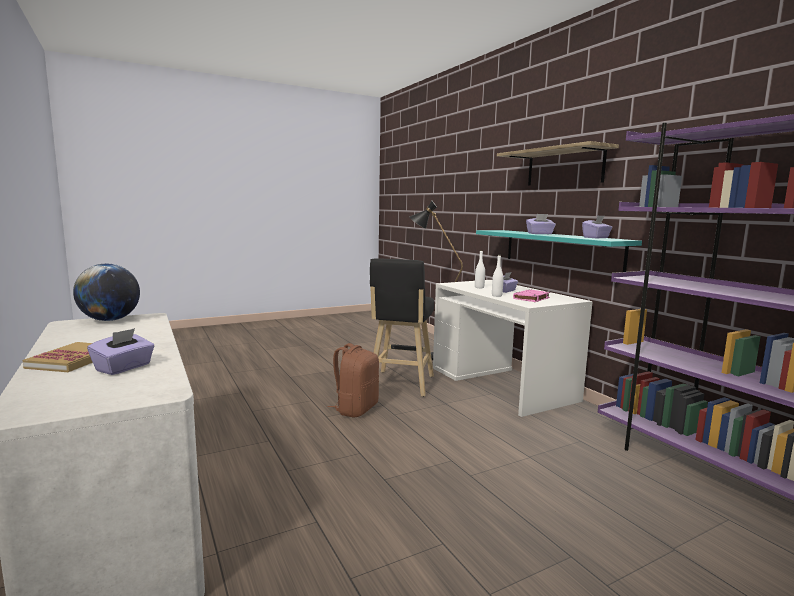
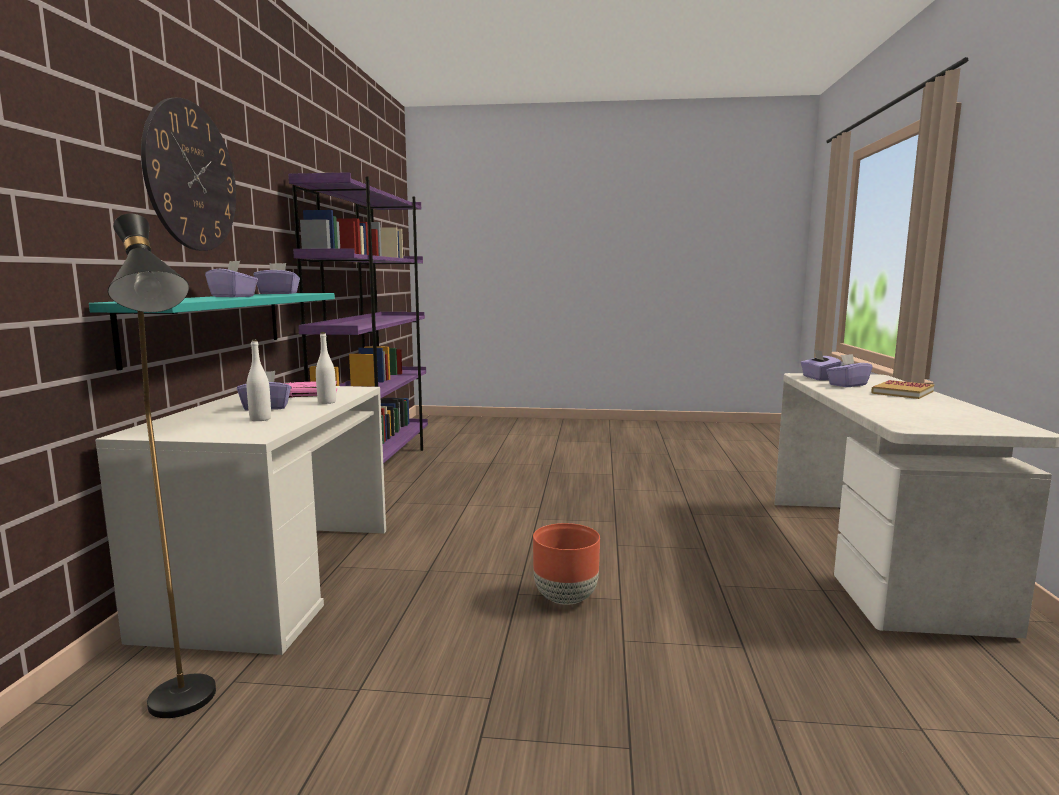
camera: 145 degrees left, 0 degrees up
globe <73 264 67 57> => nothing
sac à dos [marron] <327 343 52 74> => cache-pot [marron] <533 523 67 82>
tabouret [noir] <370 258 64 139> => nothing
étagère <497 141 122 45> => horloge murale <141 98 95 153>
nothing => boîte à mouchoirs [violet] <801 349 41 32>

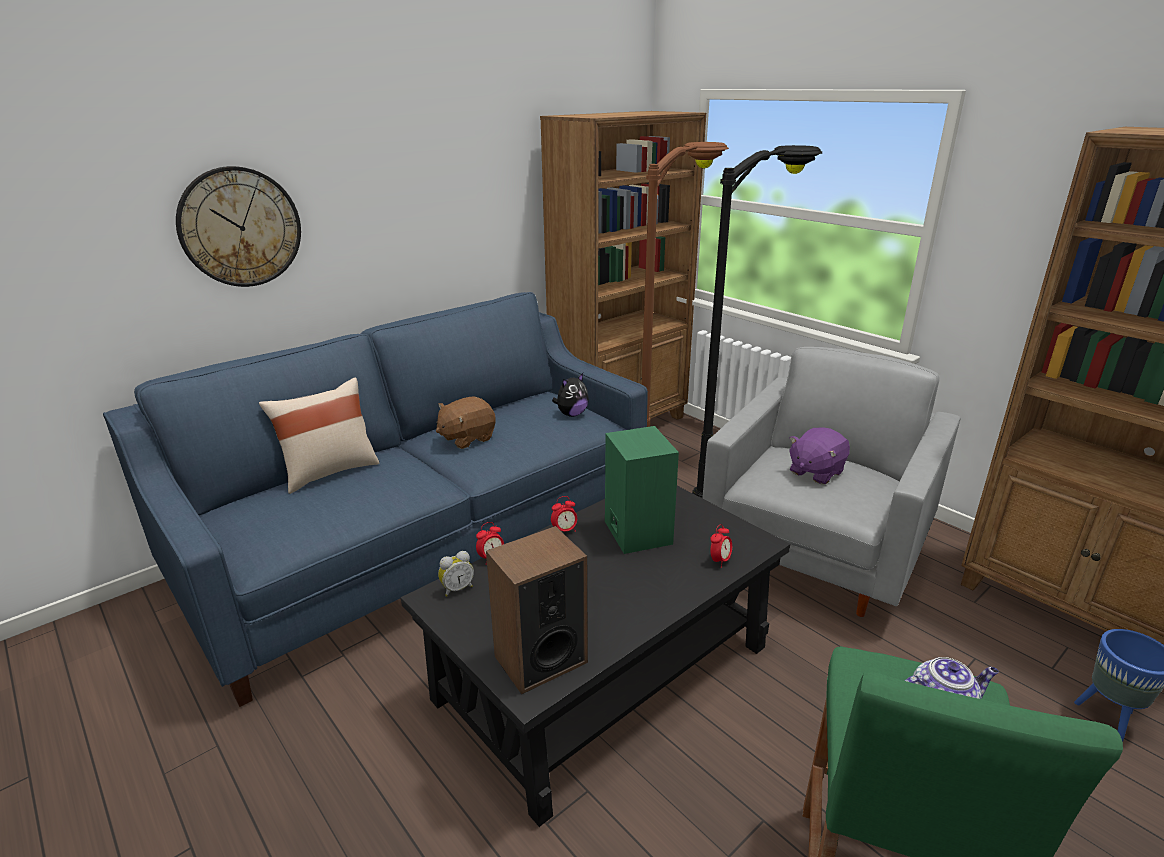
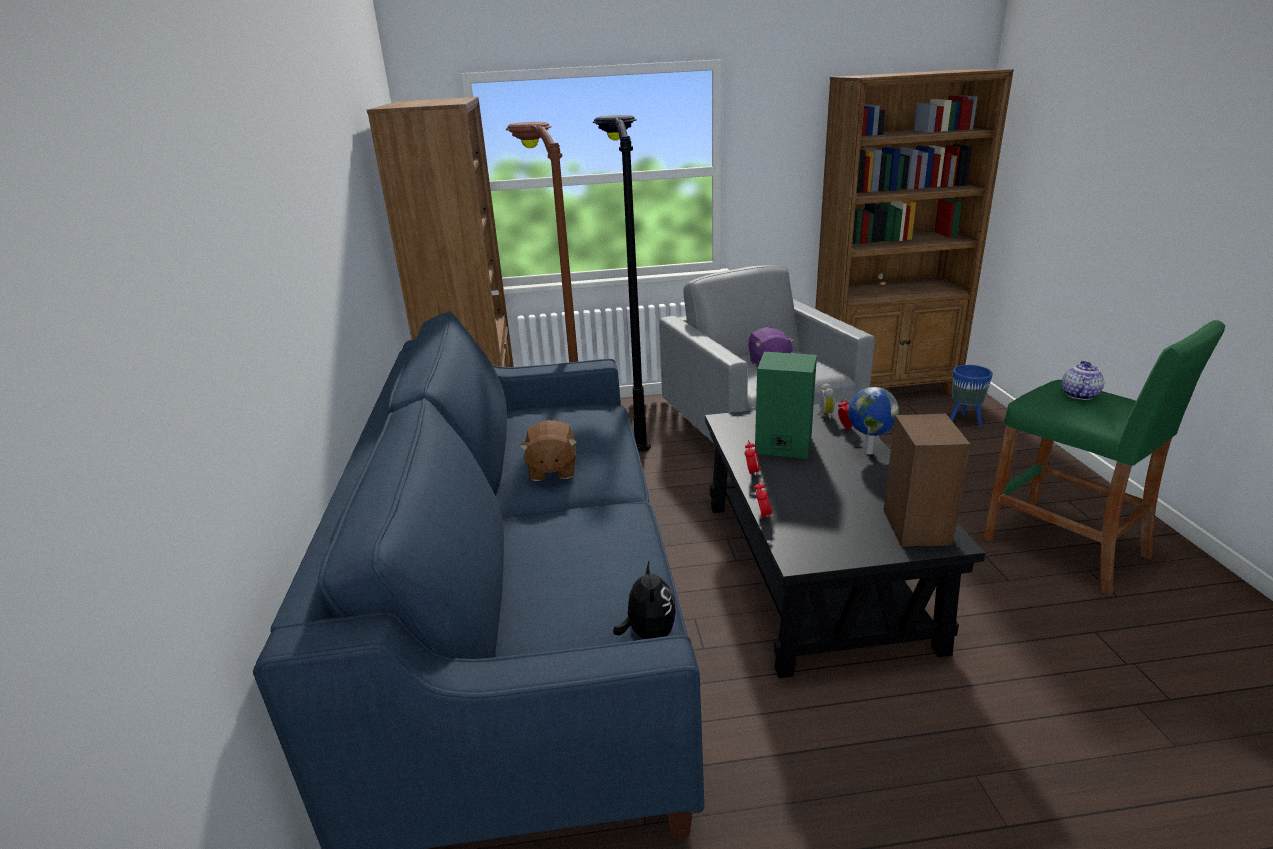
camera: 55 degrees left, 0 degrees up
horloge murale <176 166 125 121> => nothing
coussin [beige] <259 377 120 117> => nothing
réveil <438 551 36 46> => réveil <817 383 18 36>, relocated
peluche <552 373 37 44> => peluche <613 562 64 77>, relocated
nothing => globe <848 387 51 67>

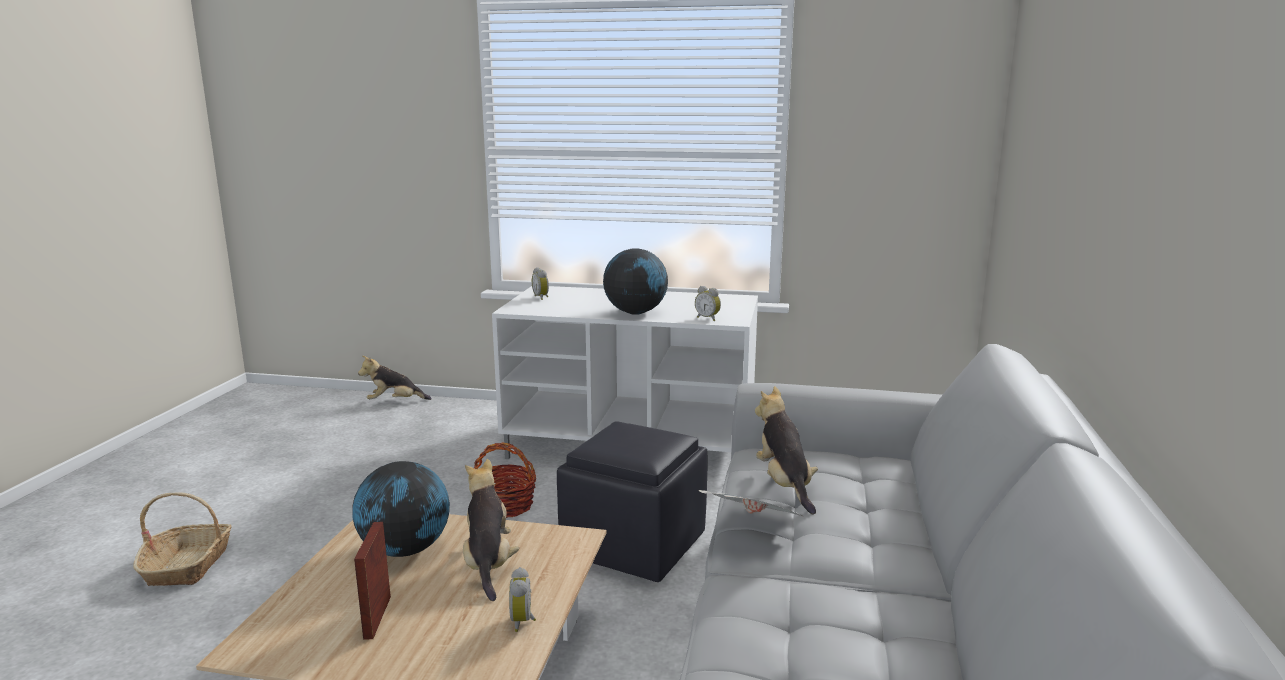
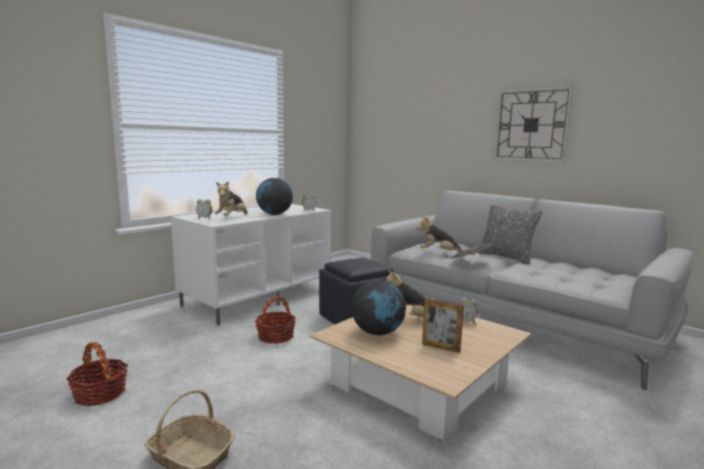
camera: 60 degrees left, 5 degrees down
peluche <358 356 74 44> => peluche <214 181 33 35>, relocated
nothing => panier <67 342 61 64>
nothing => coussin <478 204 64 60>
nothing => horloge murale <494 86 79 76>

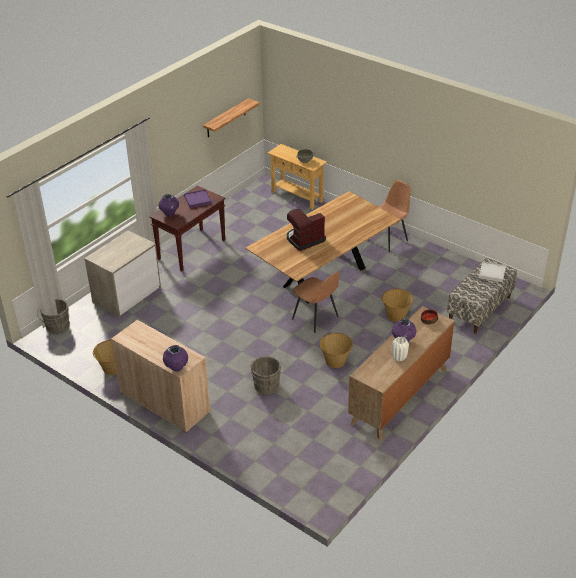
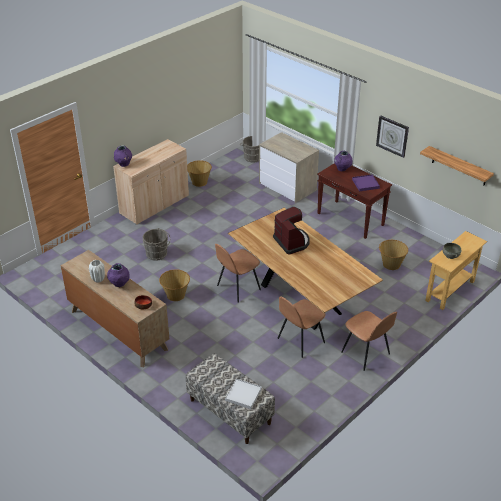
camera: 95 degrees right, 0 degrees up
panier <382 289 32 33> => panier <379 240 29 30>, relocated
nothing => chaise [marron] <277 296 49 62>
nothing => horloge murale <376 115 33 43>

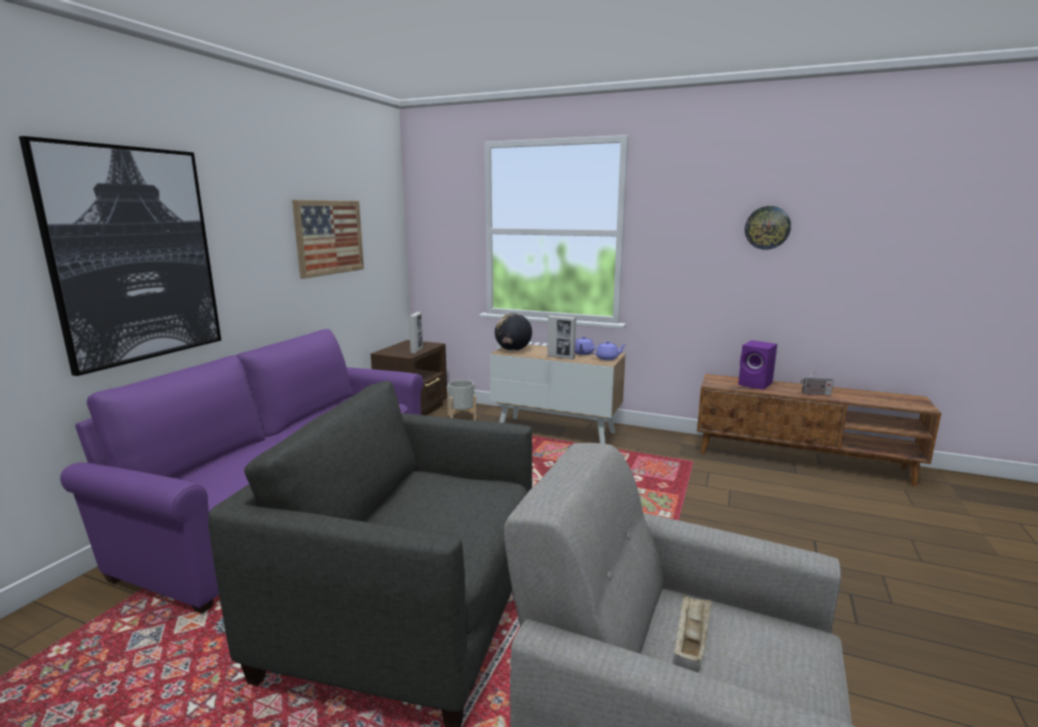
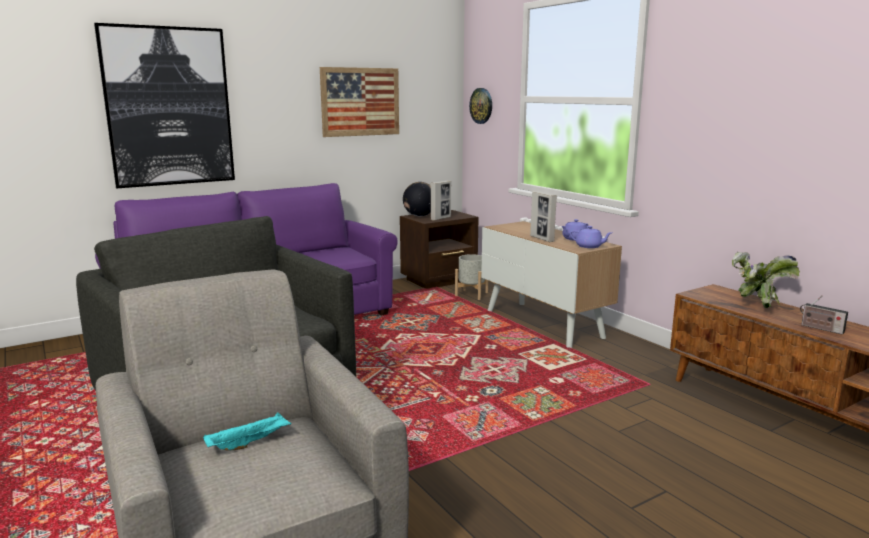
camera: 35 degrees right, 0 degrees up
globe <495 313 37 38> => globe <403 182 28 34>, relocated
plateau [beige] <674 595 38 68> => plateau [turquoise] <203 412 89 39>
enceinte [violet] <738 340 39 50> => plante en pot <732 252 68 56>
horloge murale <745 206 46 44> => horloge murale <469 88 23 36>, relocated

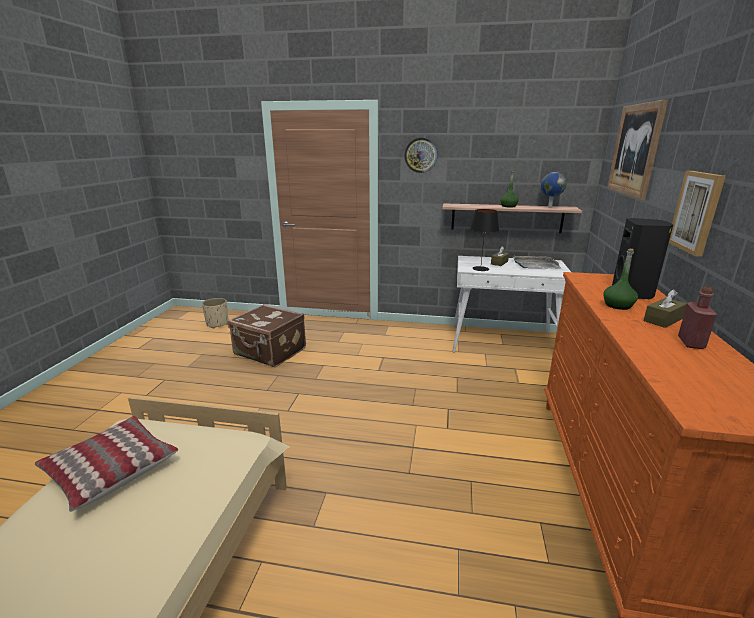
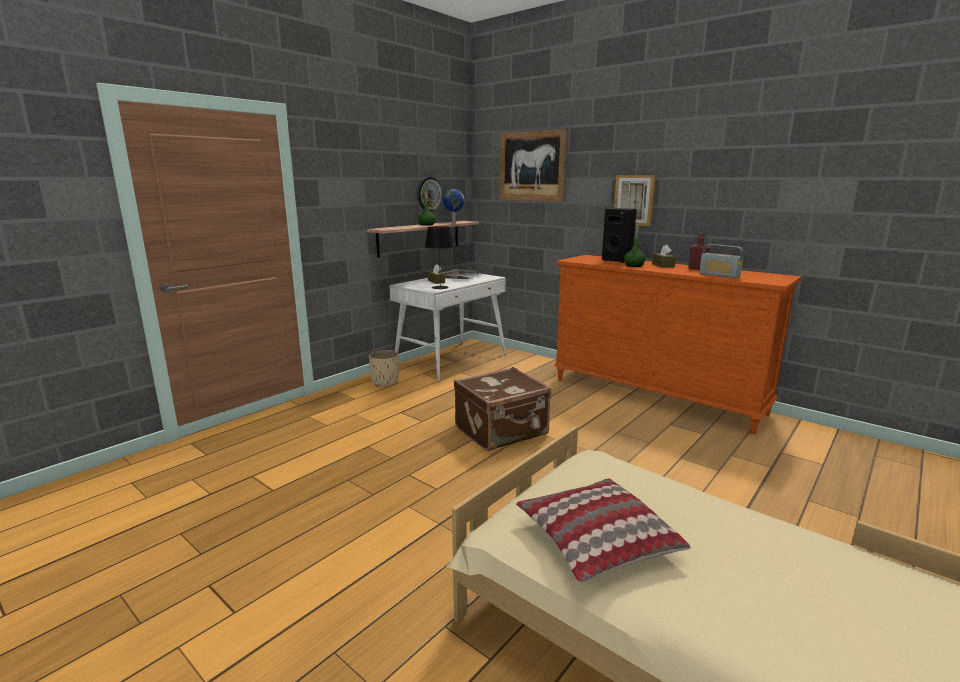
camera: 60 degrees left, 5 degrees down
cache-pot [beige] <202 298 26 30> => cache-pot [beige] <369 350 30 37>, relocated
valise [marron] <228 304 78 63> => valise [marron] <454 367 97 84>, relocated
horloge murale <404 138 34 35> => horloge murale <417 177 26 35>, relocated
nothing => radio <699 244 44 34>

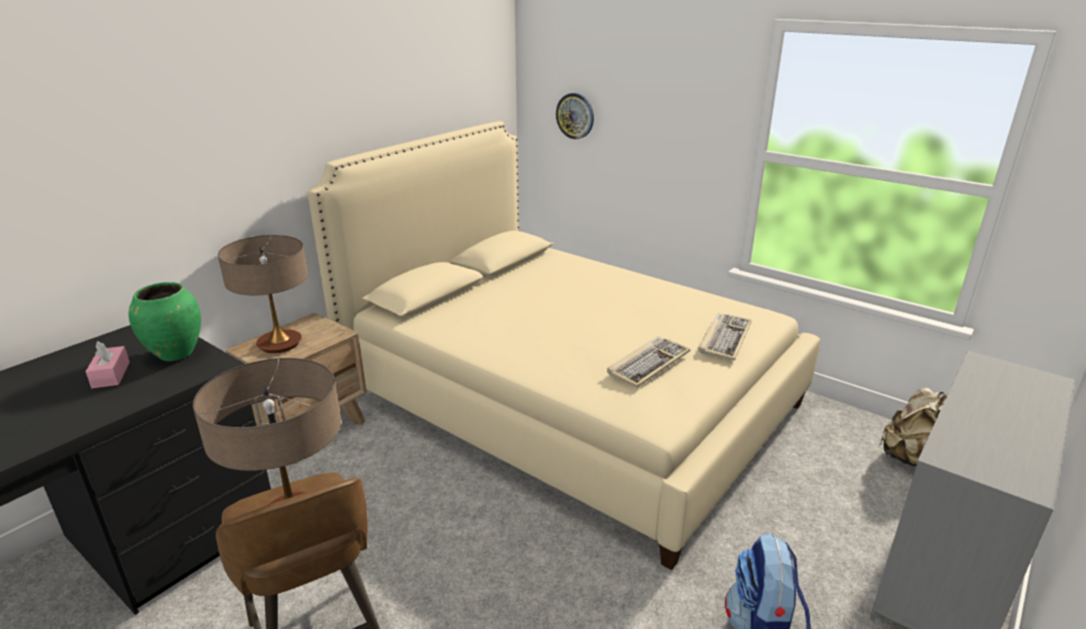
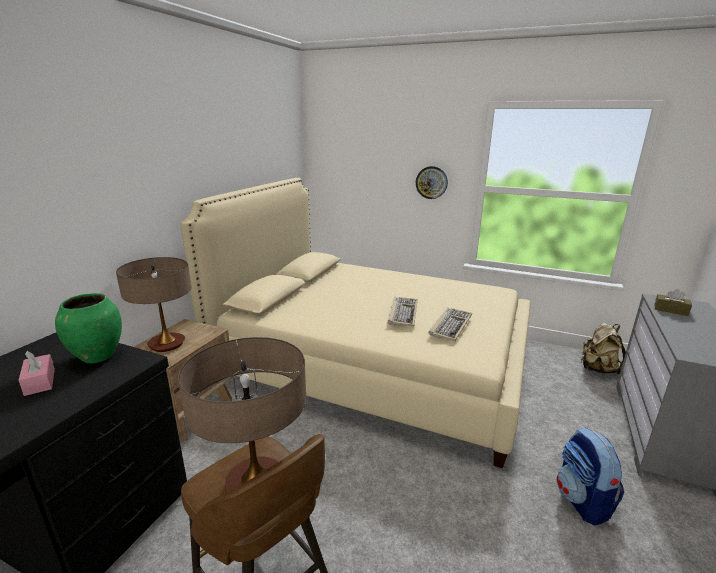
camera: 15 degrees left, 5 degrees down
horloge murale <556 93 38 46> => horloge murale <416 166 32 33>, relocated
clavier <698 313 54 47> => clavier <388 297 30 30>, relocated
nothing => boîte à mouchoirs [marron] <654 289 38 27>

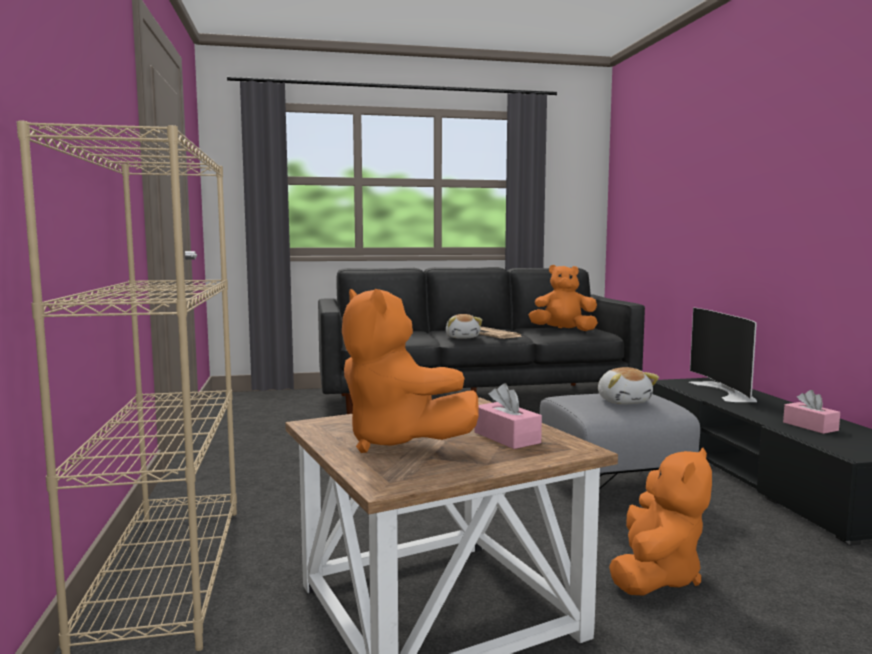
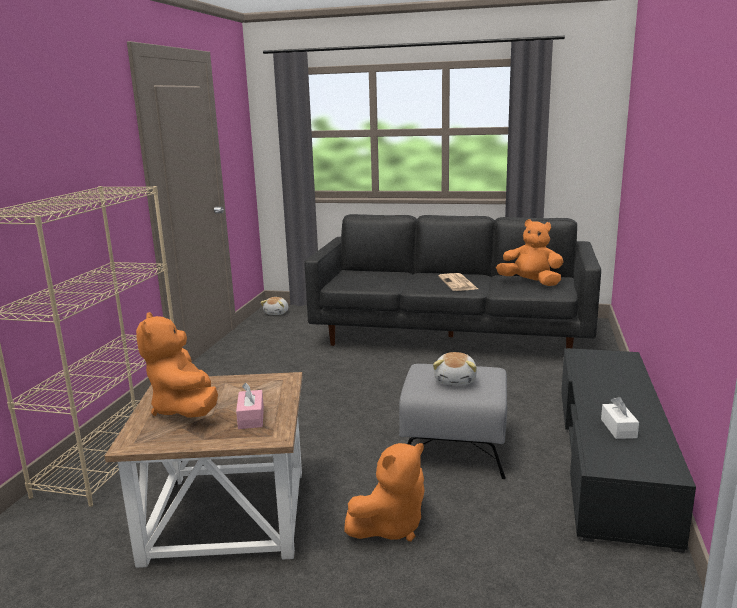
camera: 25 degrees right, 10 degrees up
peluche <446 314 36 25> => peluche <260 297 28 18>, relocated
téléviseur <689 308 68 94> => nothing
boîte à mouchoirs [rose] <783 390 57 44> => boîte à mouchoirs [blanc] <601 397 38 42>

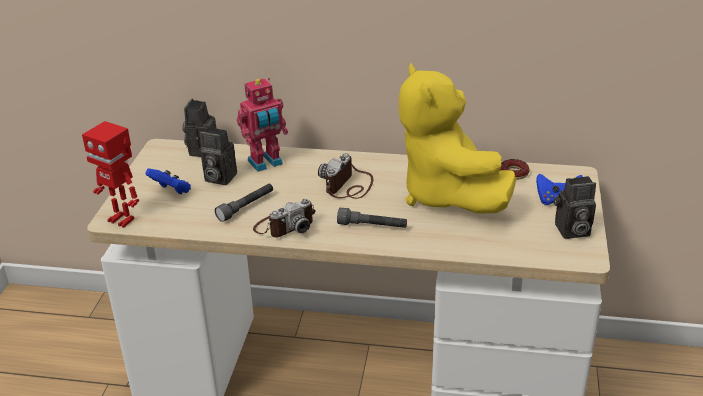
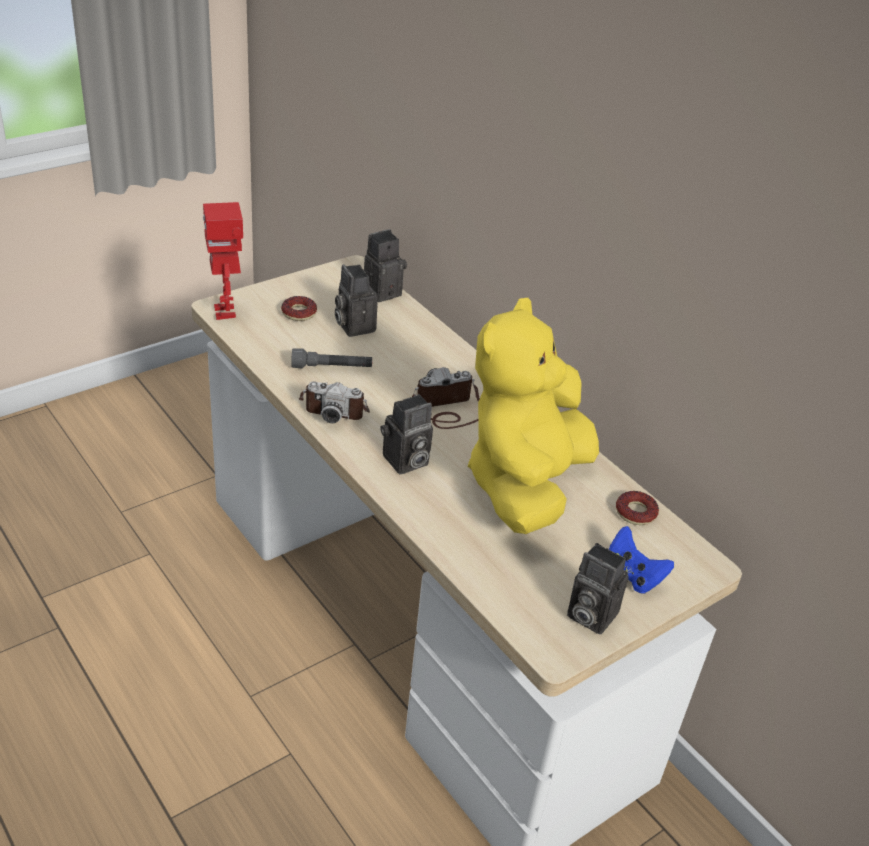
camera: 40 degrees right, 5 degrees up
manette [bleu] <146 168 45 26> => beignet <281 296 36 25>
robot jouet <237 78 51 94> => nothing
lampe de poche [gris] <337 208 70 20> => appareil photo <381 394 52 80>

